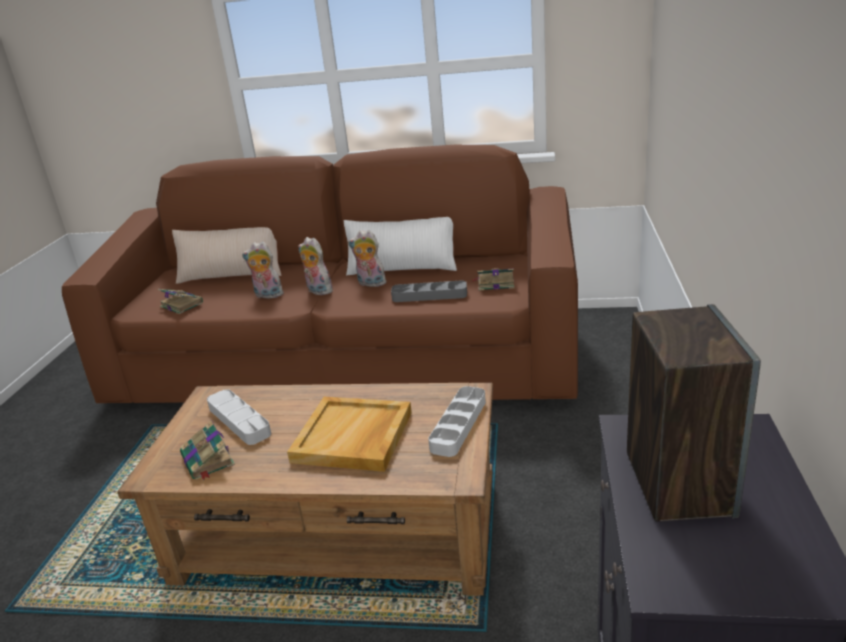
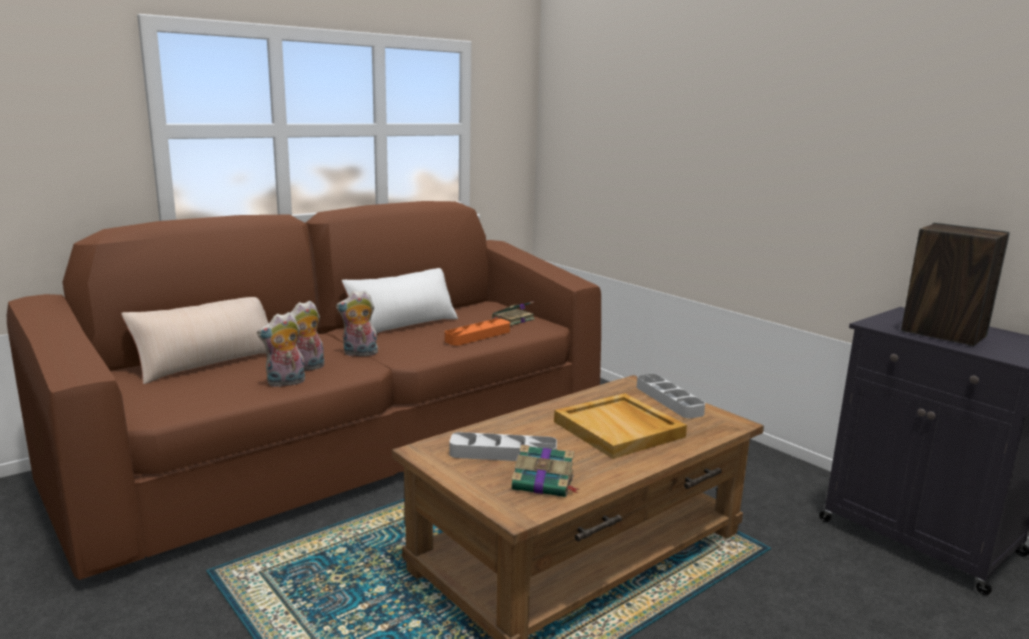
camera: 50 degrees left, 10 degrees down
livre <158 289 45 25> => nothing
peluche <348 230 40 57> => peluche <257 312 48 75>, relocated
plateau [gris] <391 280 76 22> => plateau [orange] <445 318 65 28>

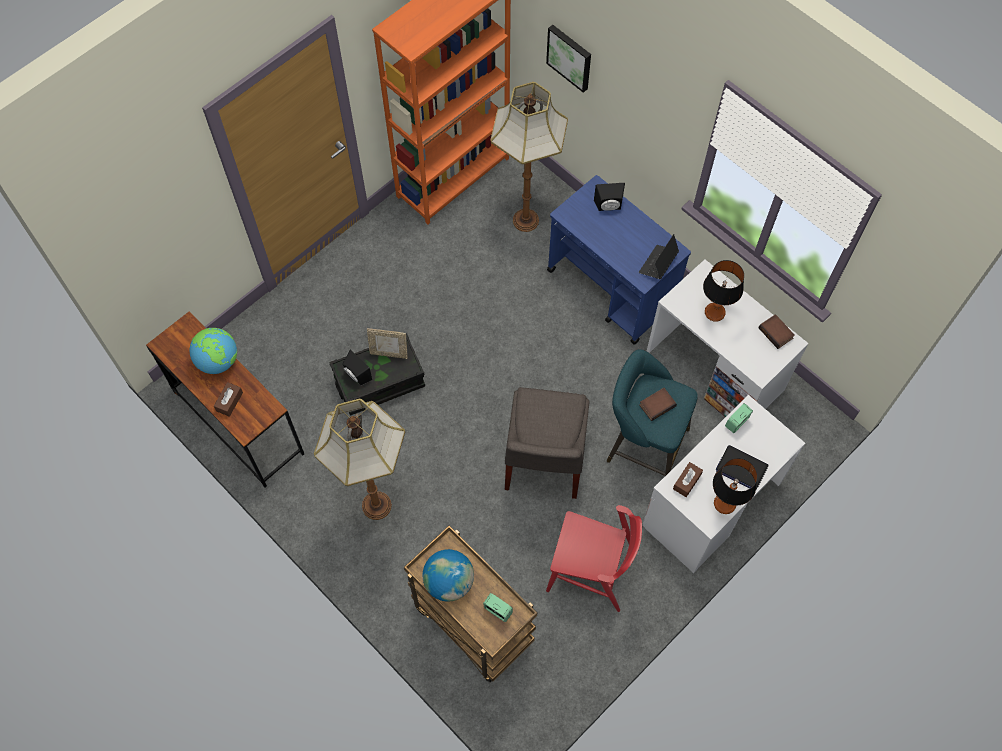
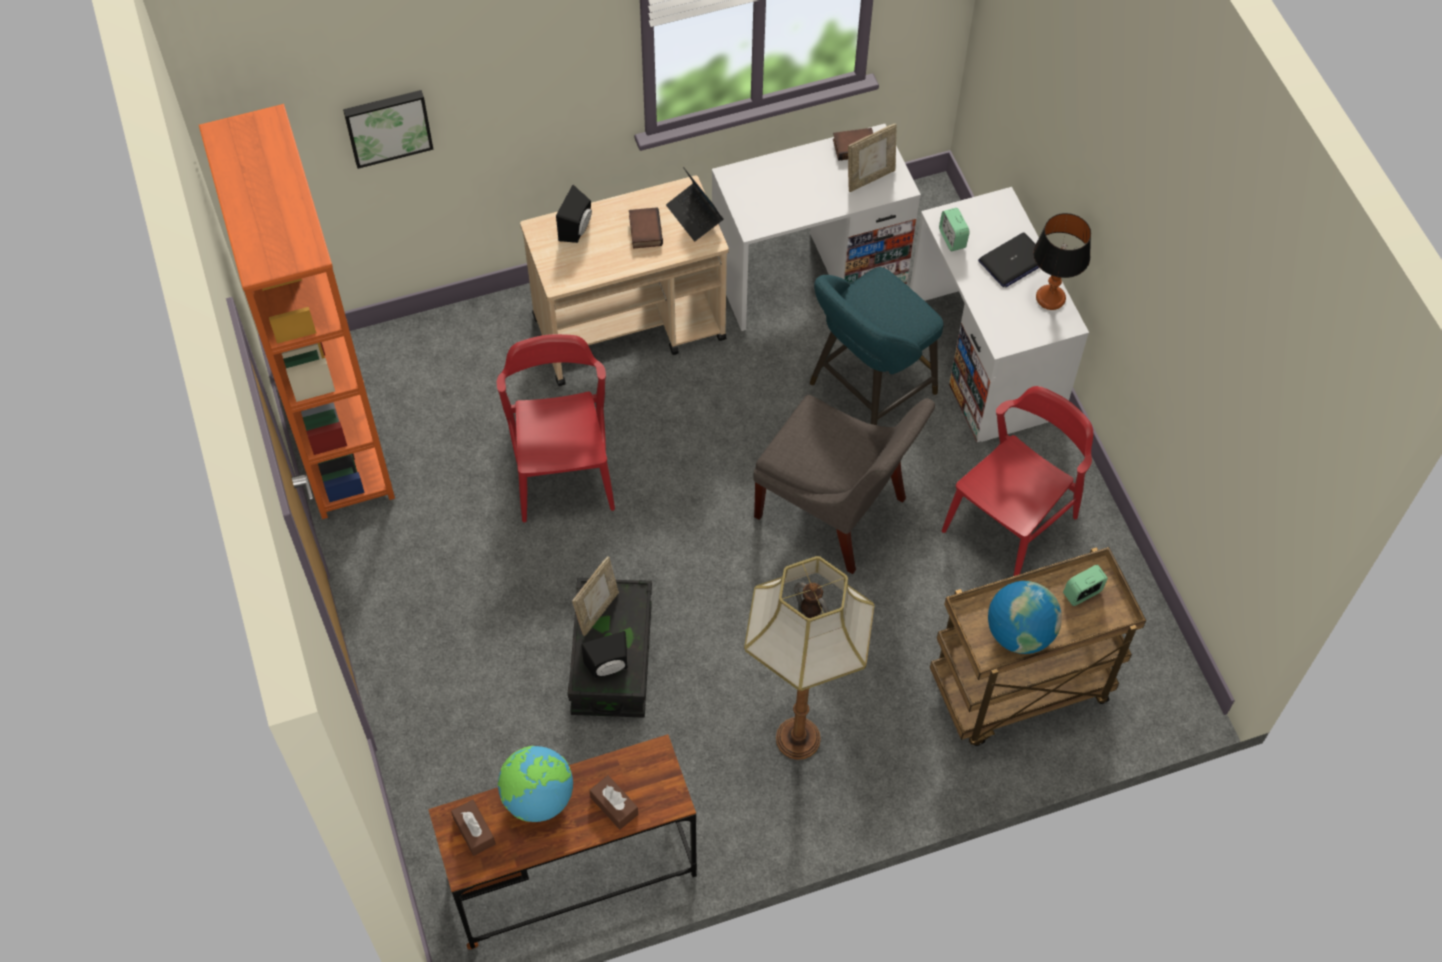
camera: 65 degrees left, 5 degrees down
lampadaire <490 82 78 150> => nothing
chariot [bleu] <547 175 144 170> => chariot [beige] <520 175 209 211>
livre <639 388 38 33> => livre <629 207 34 42>, relocated
boîte à mouchoirs [marron] <673 462 30 35> => boîte à mouchoirs [marron] <451 799 44 57>, relocated
lampe de table <703 260 41 62> => nothing
nothing => chaise [rouge] <496 334 119 188>
nothing => cadre photo <848 123 49 69>

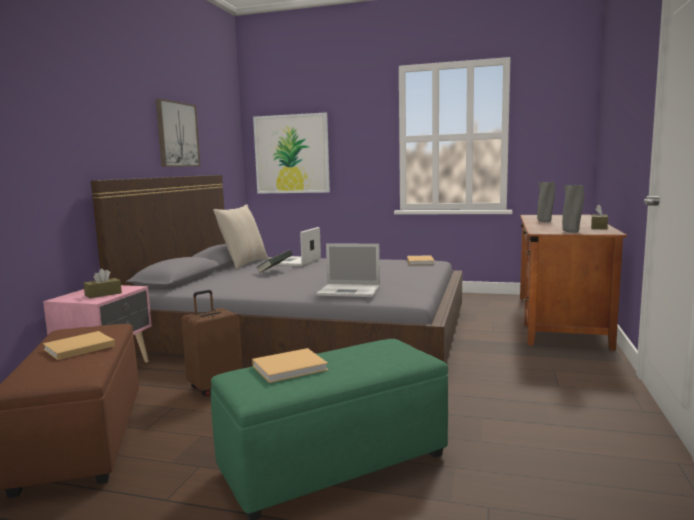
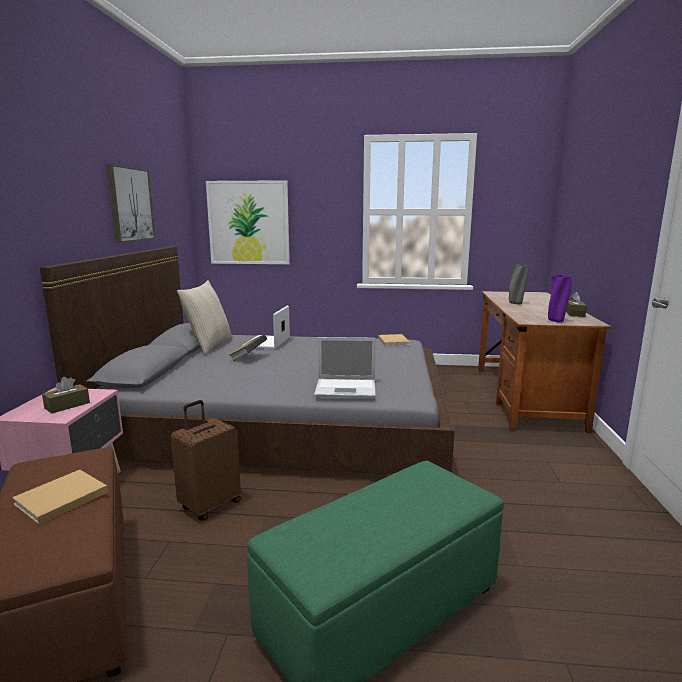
camera: 10 degrees left, 5 degrees up
livre [beige] <252 348 76 35> => nothing
vase [gris] <562 185 22 48> => vase [violet] <548 275 24 48>

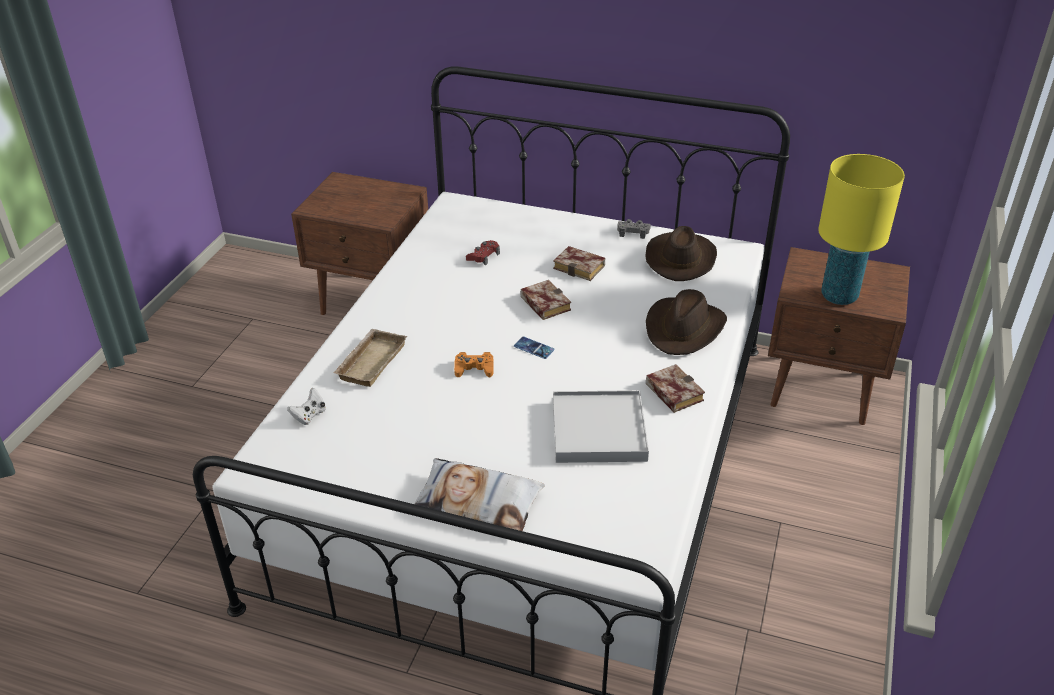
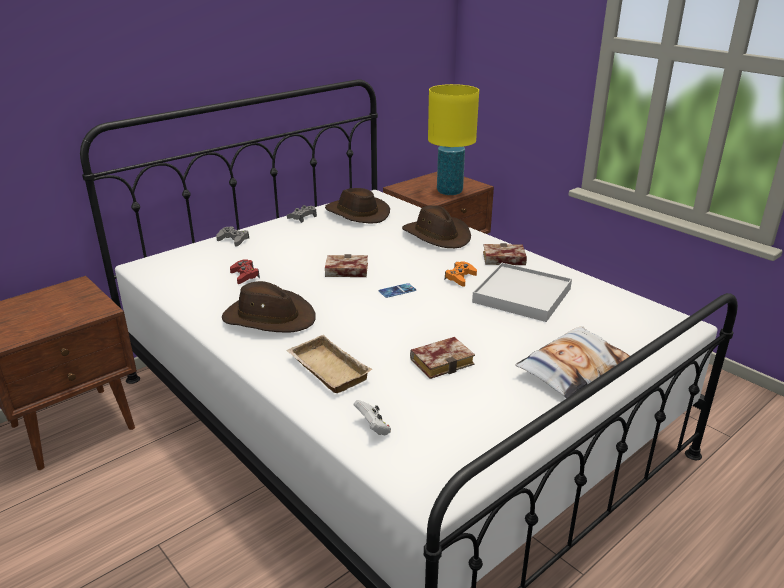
camera: 60 degrees left, 10 degrees down
manette [orange] <454 352 40 25> => manette [orange] <445 261 32 26>, relocated
livre <553 246 52 35> => livre <410 337 65 42>, relocated
nothing => manette [gris] <216 226 33 21>
nothing => chapeau [marron] <222 281 94 52>

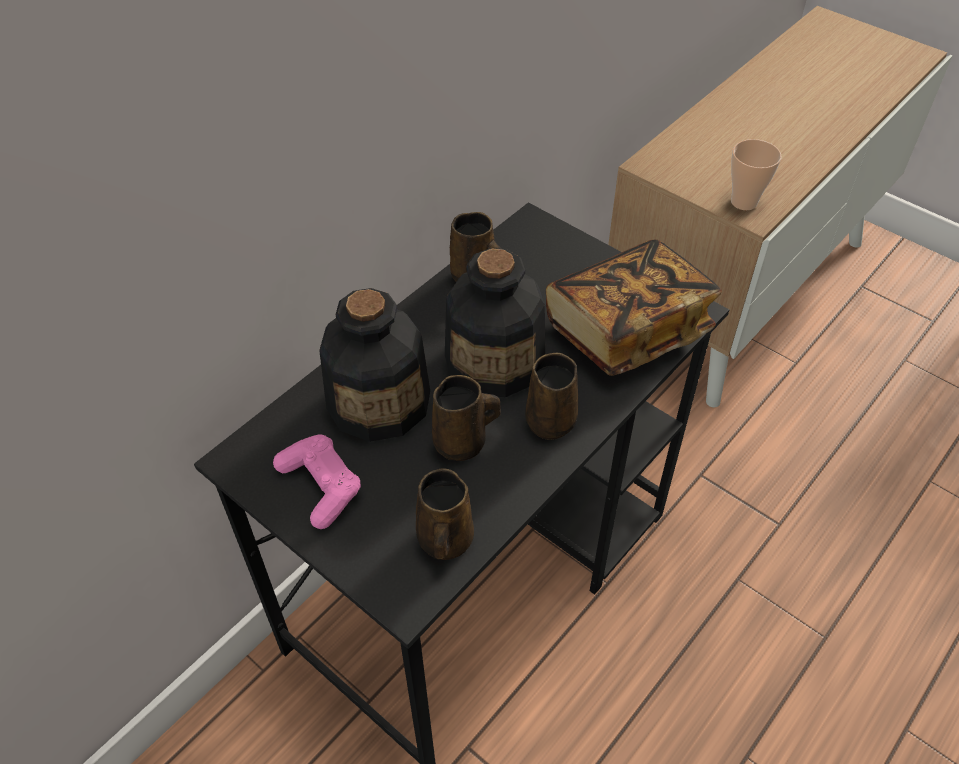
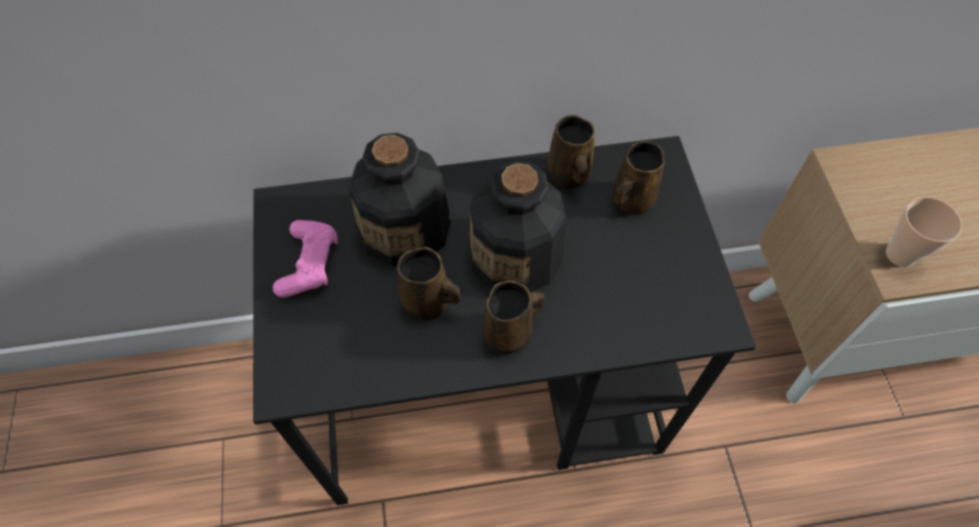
camera: 40 degrees right, 10 degrees up
mug [marron] <416 468 58 92> => mug [marron] <613 141 51 74>, relocated
livre <546 239 176 137> => nothing

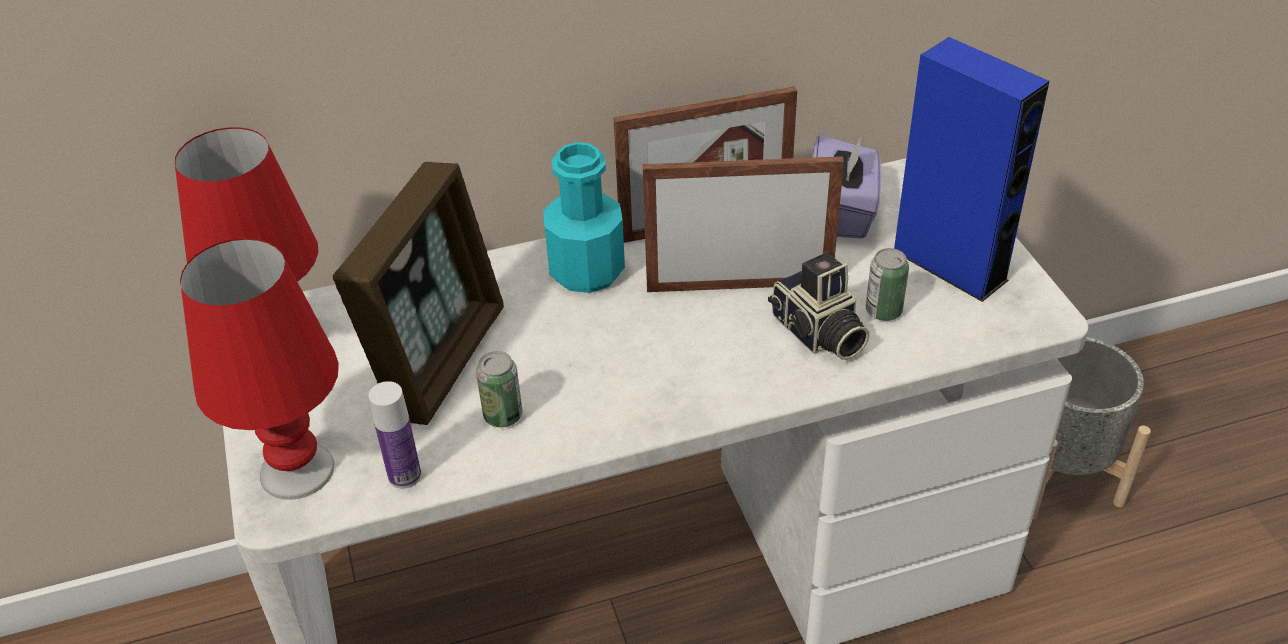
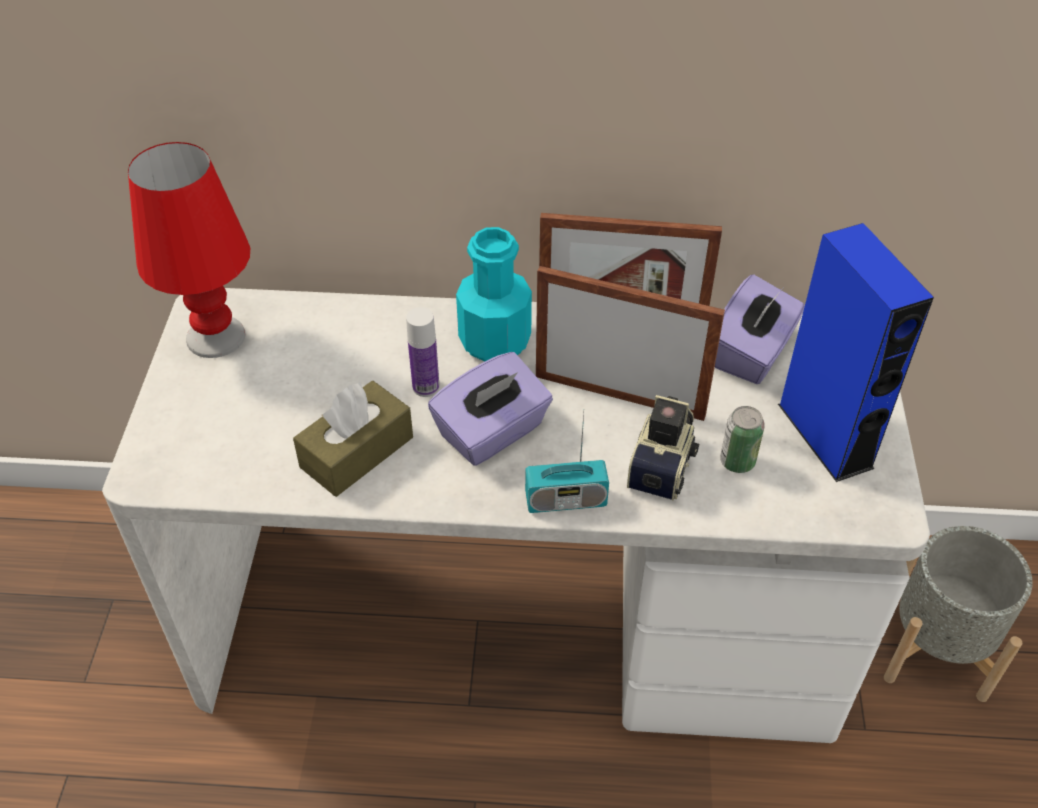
camera: 20 degrees right, 5 degrees up
lampe de table [rouge] <180 238 159 262> => nothing
cadre photo <333 162 171 263> => nothing
bouteille <369 381 52 108> => bouteille <406 307 34 90>, relocated
boîte métallique <476 351 47 76> => boîte à mouchoirs [marron] <293 381 120 116>
appareil photo <768 253 102 107> => appareil photo <627 395 73 106>, 150 degrees counterclockwise
nothing => boîte à mouchoirs [violet] <428 352 125 114>
nothing => radio <525 413 84 100>

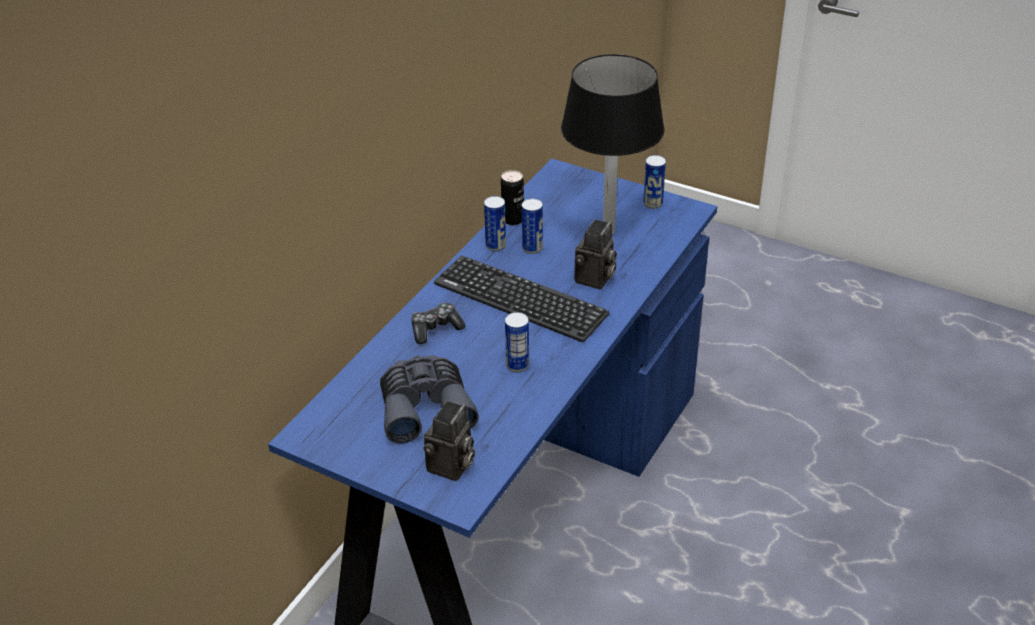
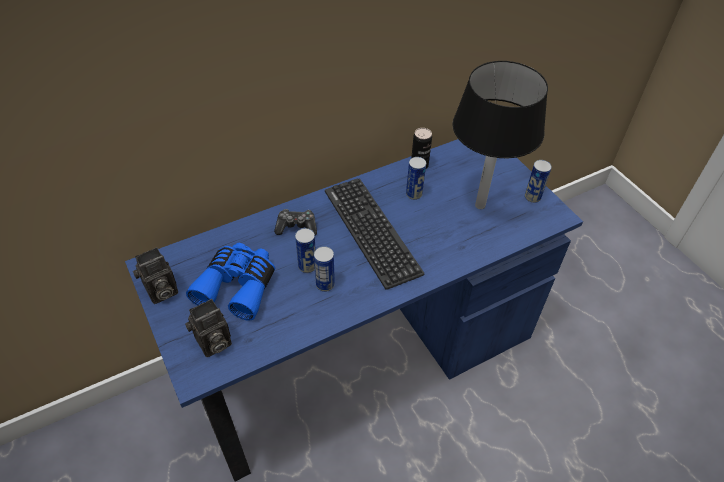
camera: 30 degrees right, 10 degrees up
jumelles [gris] <380 355 99 89> => jumelles [bleu] <186 243 89 78>
boîte métallique <484 196 22 56> => boîte métallique <295 228 21 45>, relocated
appareil photo <574 219 43 70> => appareil photo <133 247 45 57>, relocated

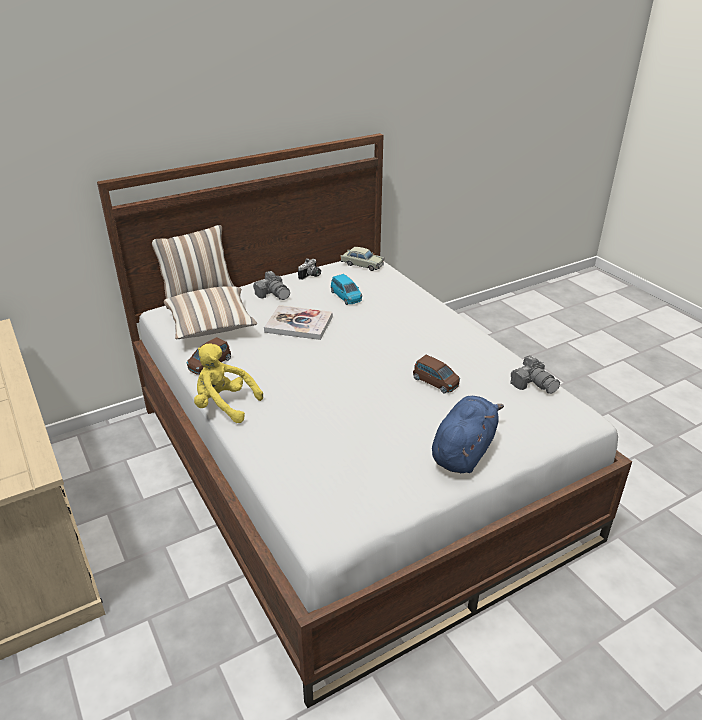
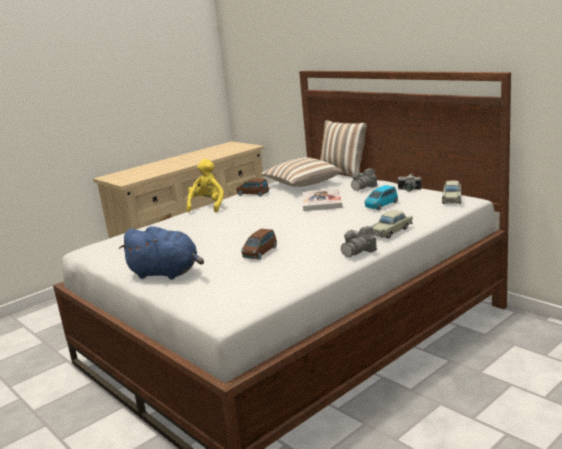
camera: 80 degrees right, 15 degrees down
appareil photo <510 355 50 39> => appareil photo <341 226 36 31>, relocated
nothing => petite voiture [beige] <370 210 43 28>

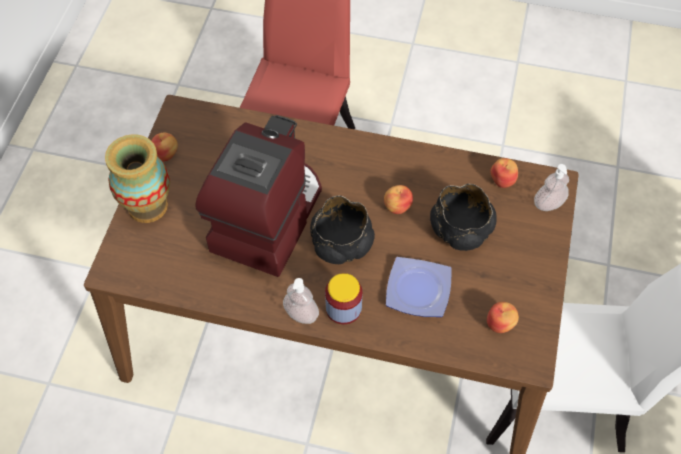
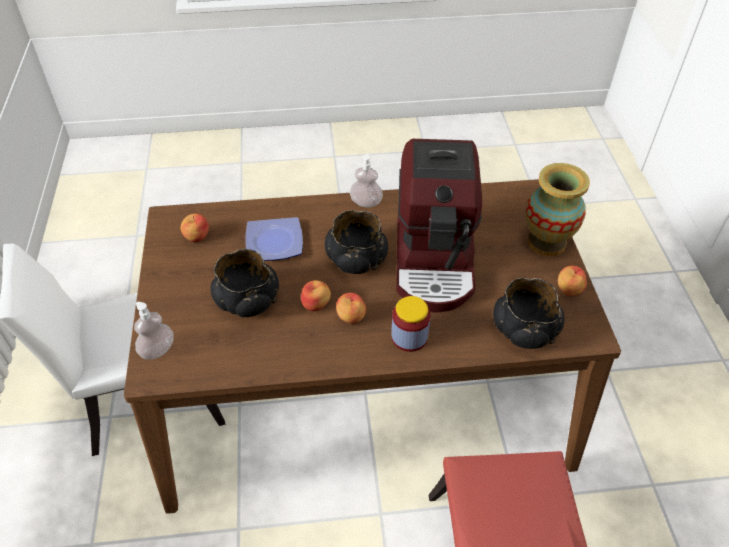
camera: 160 degrees right, 10 degrees down
bocal <325 273 37 51> => bocal <391 296 39 56>, relocated
pomme <490 158 28 30> => pomme <336 293 30 31>, relocated
nothing => bol [noir] <493 278 71 71>

